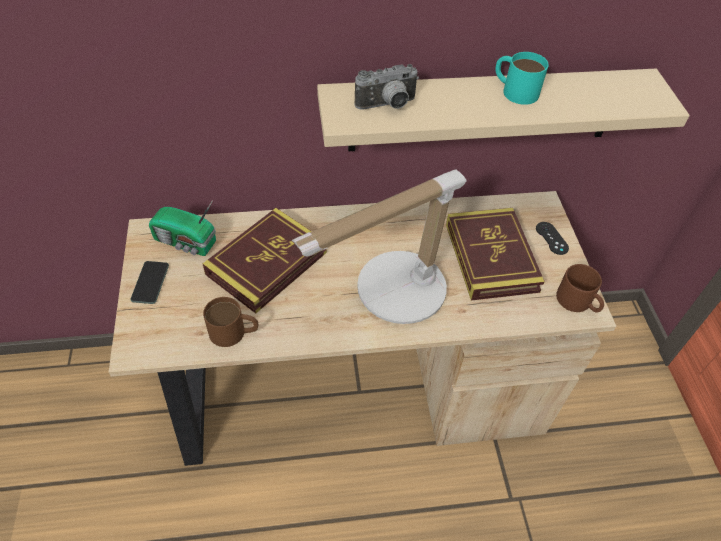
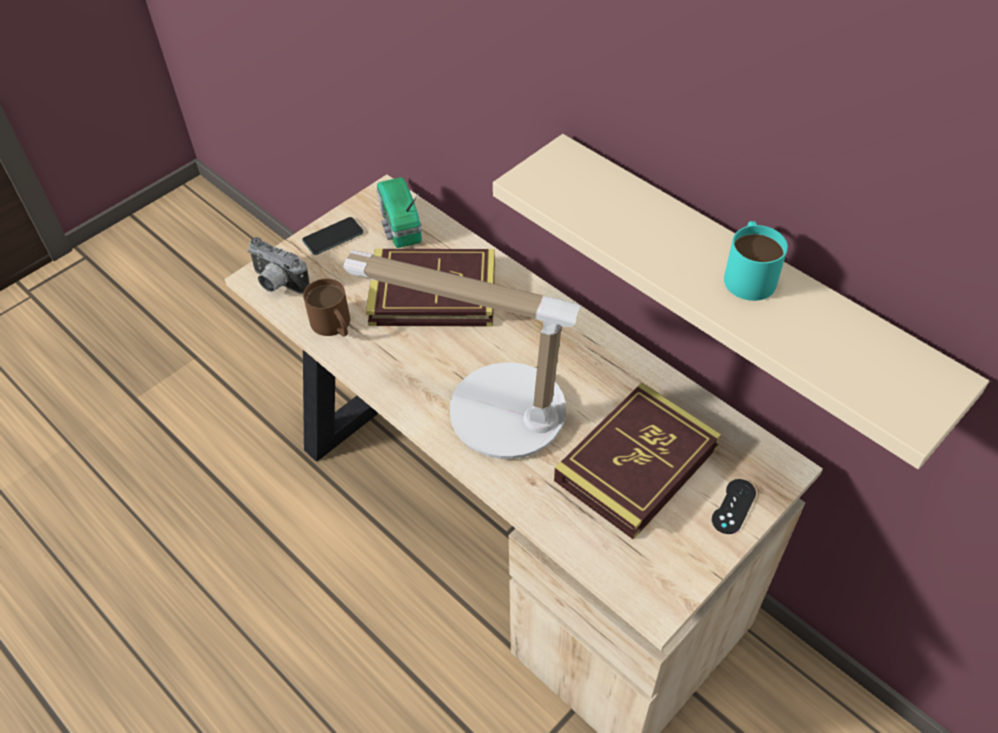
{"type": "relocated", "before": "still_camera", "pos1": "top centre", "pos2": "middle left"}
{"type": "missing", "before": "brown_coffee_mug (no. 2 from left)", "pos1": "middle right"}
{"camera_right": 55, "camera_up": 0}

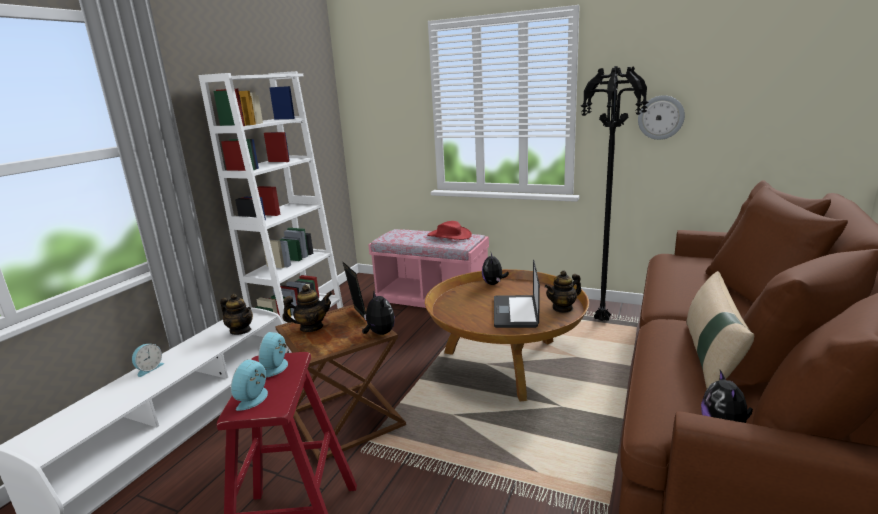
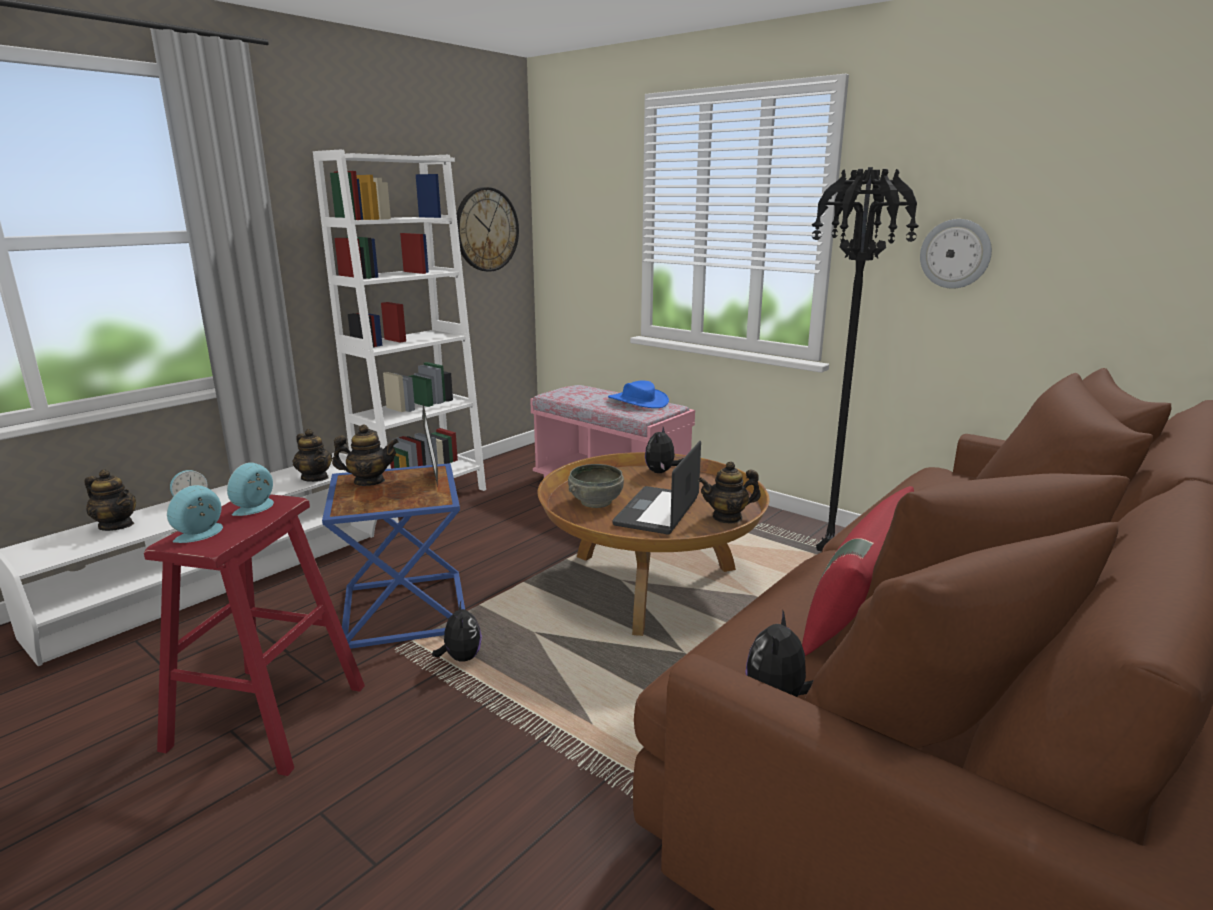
{"type": "appeared", "after": "tea_pot (no. 1 from left)", "pos2": "middle left"}
{"type": "colour", "before": "brown_accent_table", "after": "blue-coloured_accent_table", "pos1": "bottom centre", "pos2": "middle left"}
{"type": "relocated", "before": "cuddly_toy (no. 1 from left)", "pos1": "centre", "pos2": "bottom centre"}
{"type": "appeared", "after": "wall_clock (no. 1 from left)", "pos2": "top centre"}
{"type": "appeared", "after": "grey_bowl", "pos2": "centre"}
{"type": "colour", "before": "red-coloured_hat", "after": "blue-coloured_hat", "pos1": "centre", "pos2": "centre"}
{"type": "colour", "before": "sand-coloured_pillow", "after": "red-coloured_pillow", "pos1": "middle right", "pos2": "middle right"}
{"camera_right": 15, "camera_up": 0}

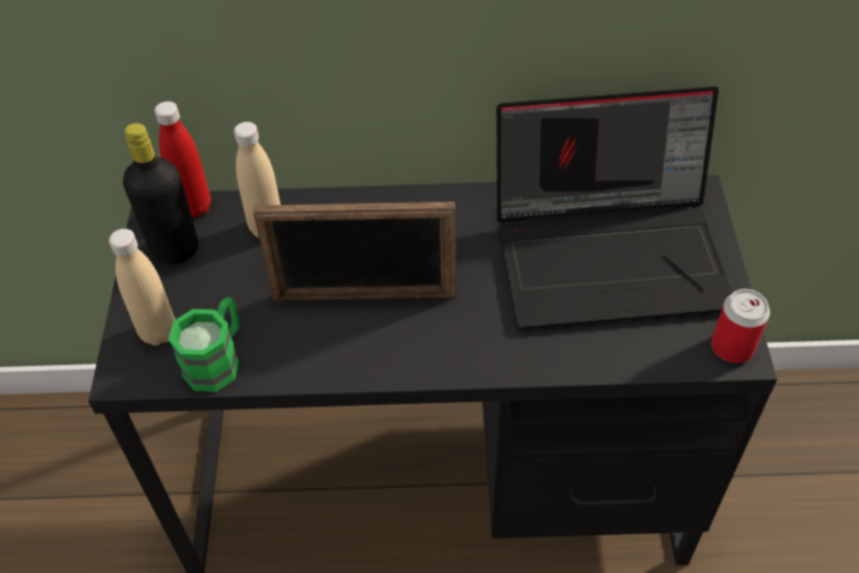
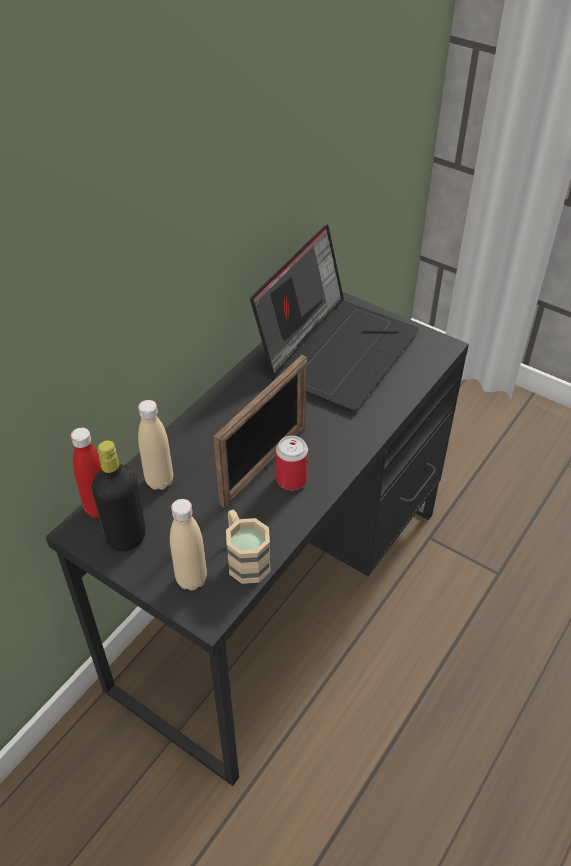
{"type": "colour", "before": "greenish_coffee_mug", "after": "sand-coloured_coffee_mug", "pos1": "middle left", "pos2": "centre"}
{"type": "relocated", "before": "can", "pos1": "middle right", "pos2": "centre"}
{"camera_right": -55, "camera_up": -5}

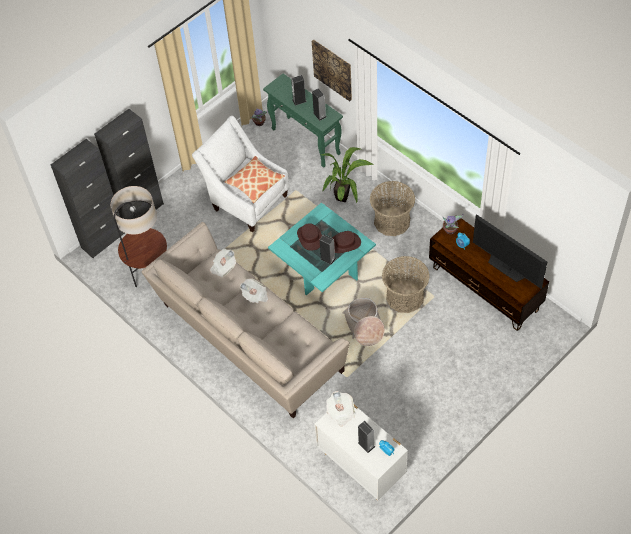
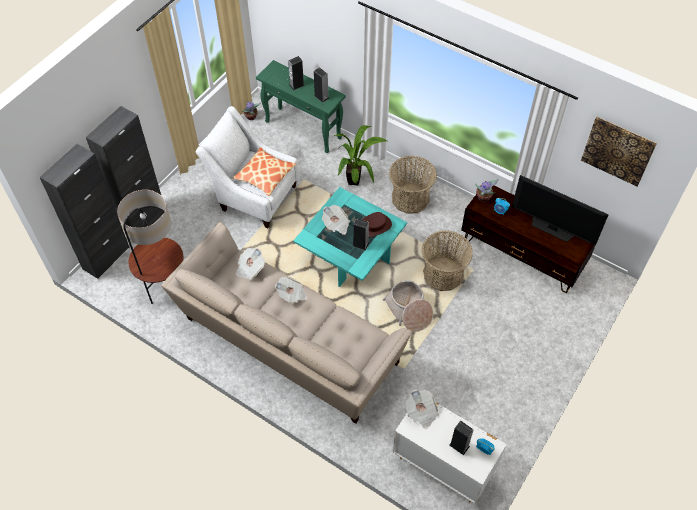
{"type": "exchanged", "before": "brown_hat (no. 1 from left)", "after": "daily_paper (no. 3 from left)", "pos1": "centre", "pos2": "centre"}
{"type": "relocated", "before": "wall_picture", "pos1": "top centre", "pos2": "top right"}
{"camera_right": -15, "camera_up": 0}

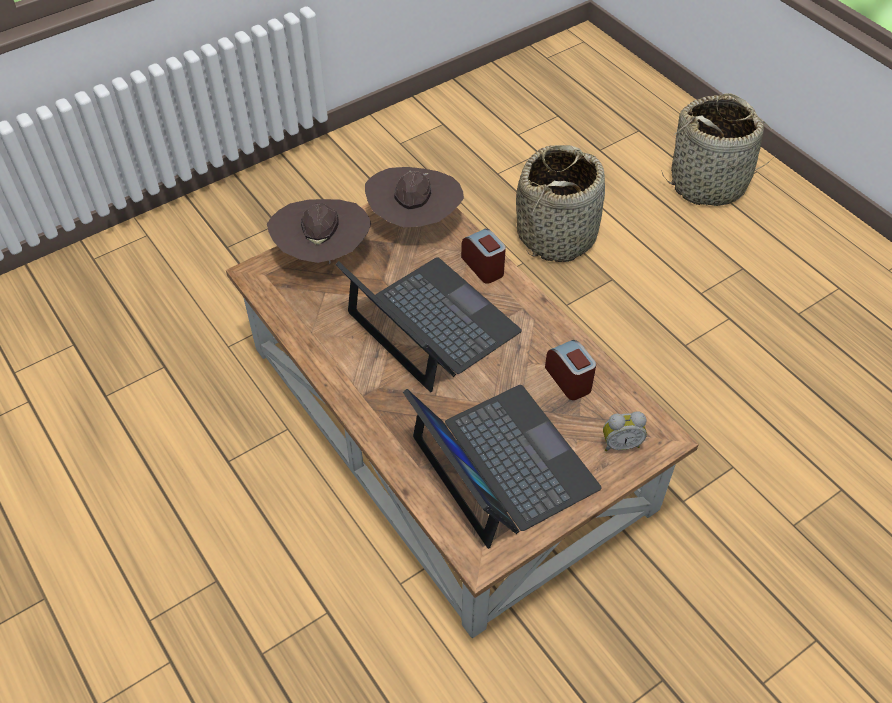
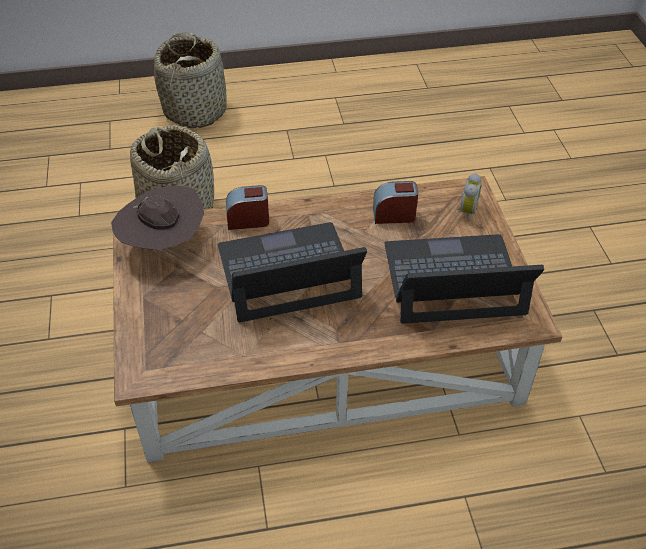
{"type": "missing", "before": "brown_hat (no. 1 from left)", "pos1": "top centre"}
{"camera_right": -65, "camera_up": -5}

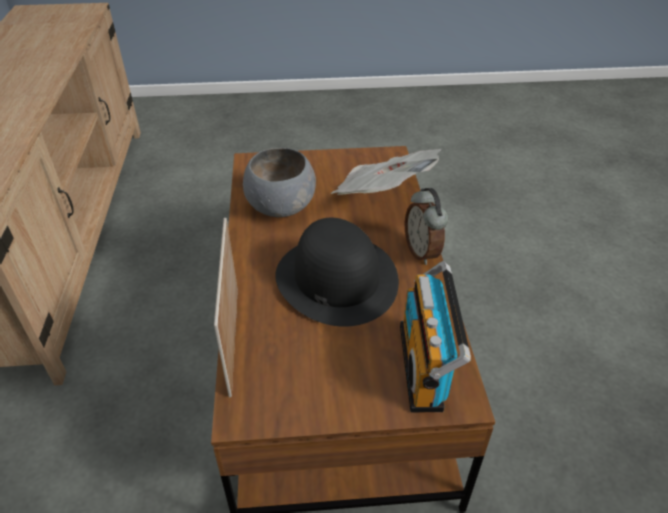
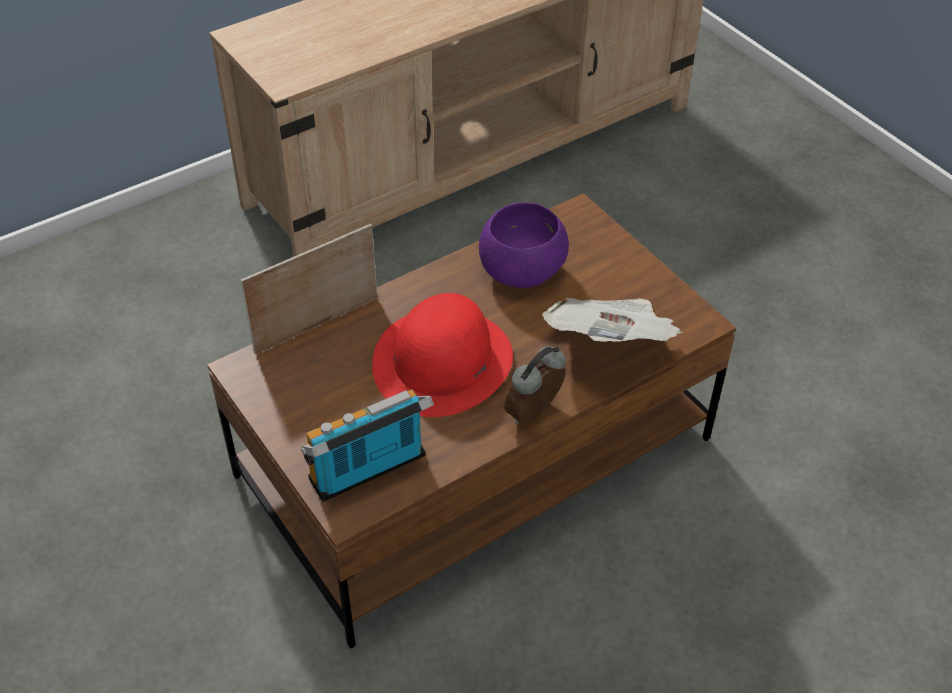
{"type": "colour", "before": "black_hat", "after": "red-coloured_hat", "pos1": "centre", "pos2": "centre"}
{"type": "colour", "before": "grey_bowl", "after": "purple_bowl", "pos1": "centre", "pos2": "centre"}
{"camera_right": 60, "camera_up": 5}

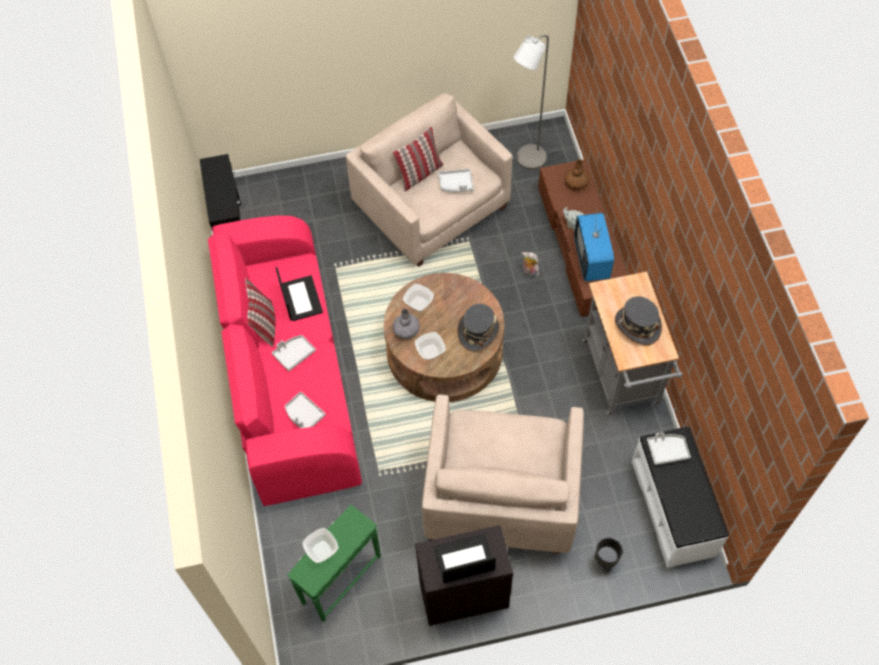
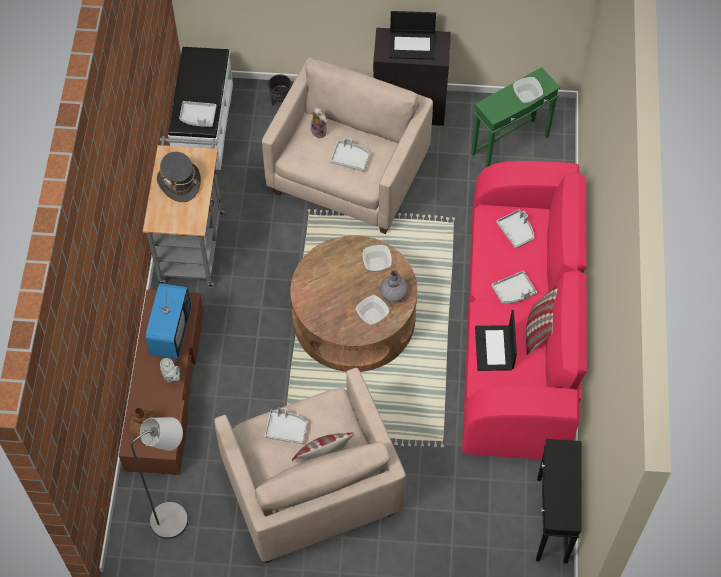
{"type": "relocated", "before": "cuddly_toy", "pos1": "centre", "pos2": "top centre"}
{"type": "appeared", "after": "grey_carrying_tray (no. 3 from left)", "pos2": "top centre"}
{"type": "missing", "before": "grey_hat (no. 1 from left)", "pos1": "centre"}
{"camera_right": -165, "camera_up": 0}

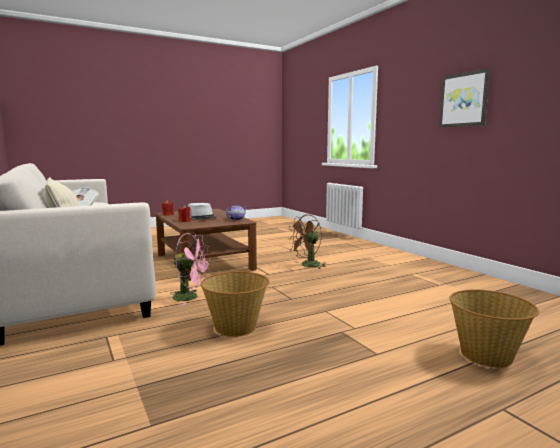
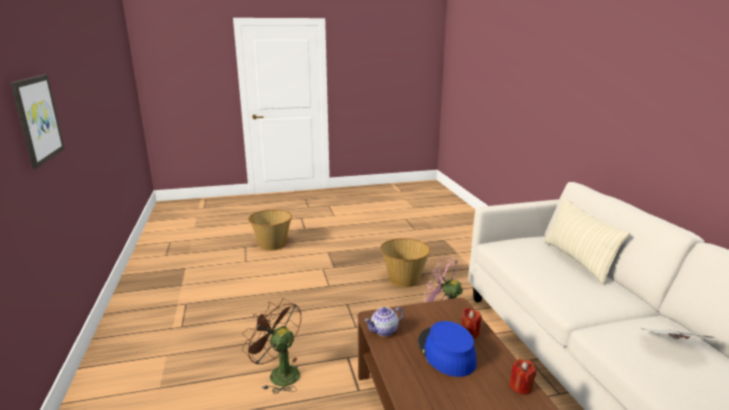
{"type": "spun", "before": "brown_cooling_fan", "pos1": "centre", "pos2": "bottom centre", "turn": -120}
{"type": "colour", "before": "grey_hat", "after": "blue-coloured_hat", "pos1": "centre", "pos2": "bottom centre"}
{"camera_right": -165, "camera_up": 10}

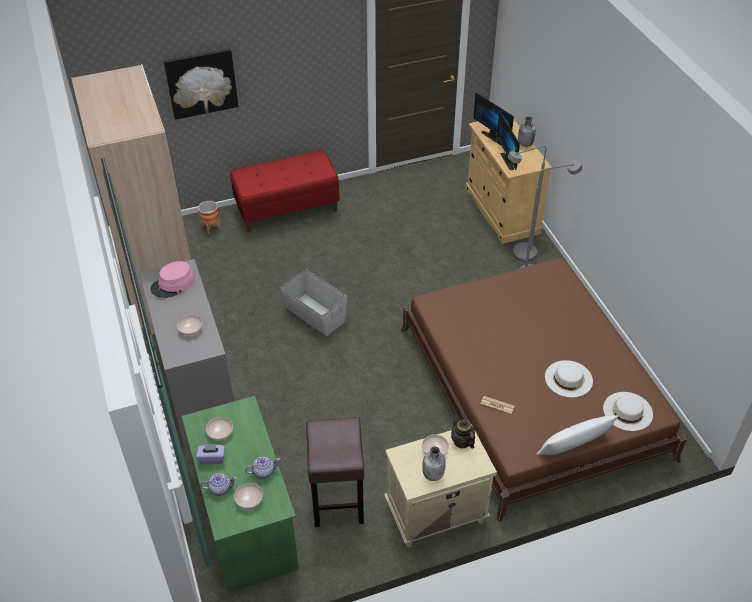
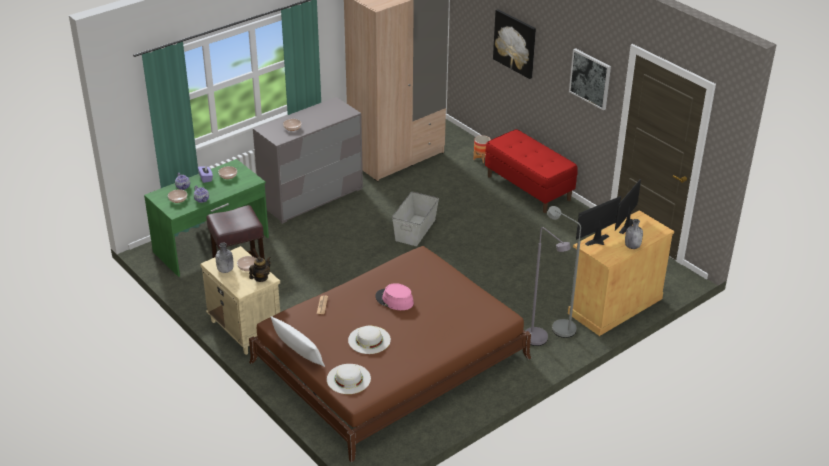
{"type": "relocated", "before": "pink-coloured_hat", "pos1": "middle left", "pos2": "centre"}
{"type": "appeared", "after": "wall_picture (no. 2 from left)", "pos2": "top right"}
{"camera_right": 70, "camera_up": -10}

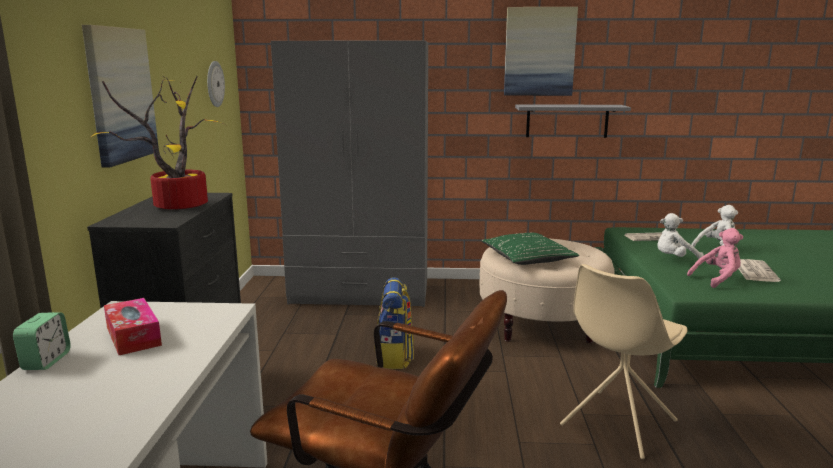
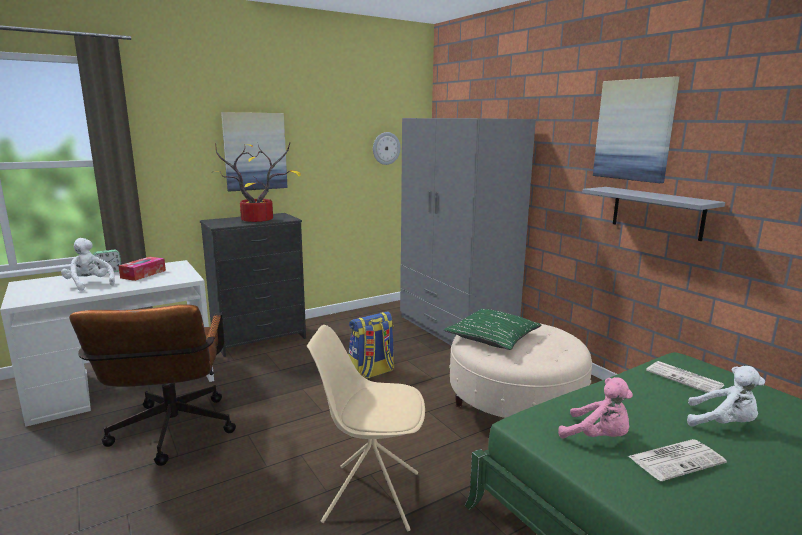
{"type": "relocated", "before": "whitish_cuddly_toy (no. 1 from left)", "pos1": "middle right", "pos2": "middle left"}
{"camera_right": 55, "camera_up": 0}

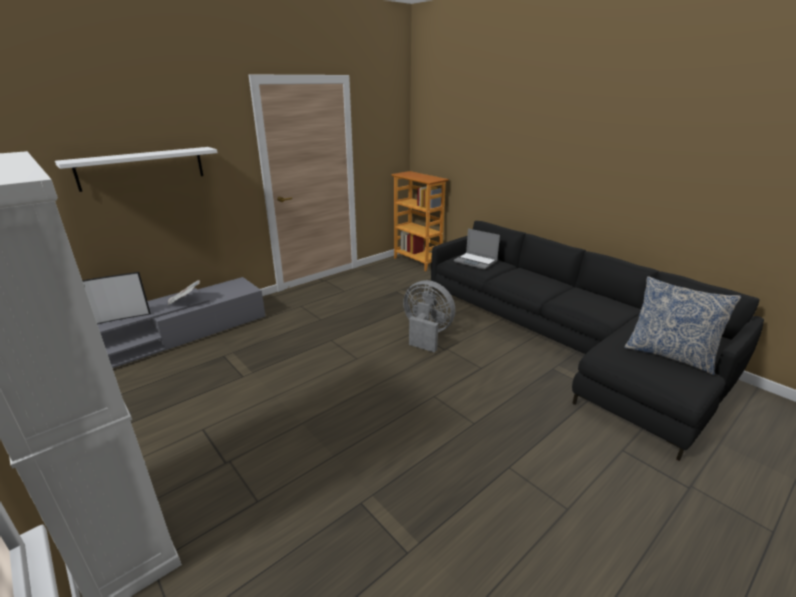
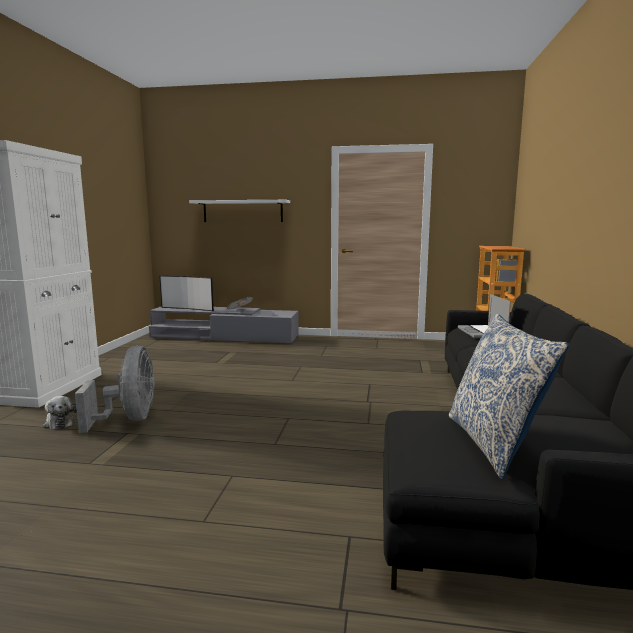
{"type": "appeared", "after": "cuddly_toy", "pos2": "middle left"}
{"type": "relocated", "before": "grey_cooling_fan", "pos1": "centre", "pos2": "middle left"}
{"camera_right": 50, "camera_up": -15}

